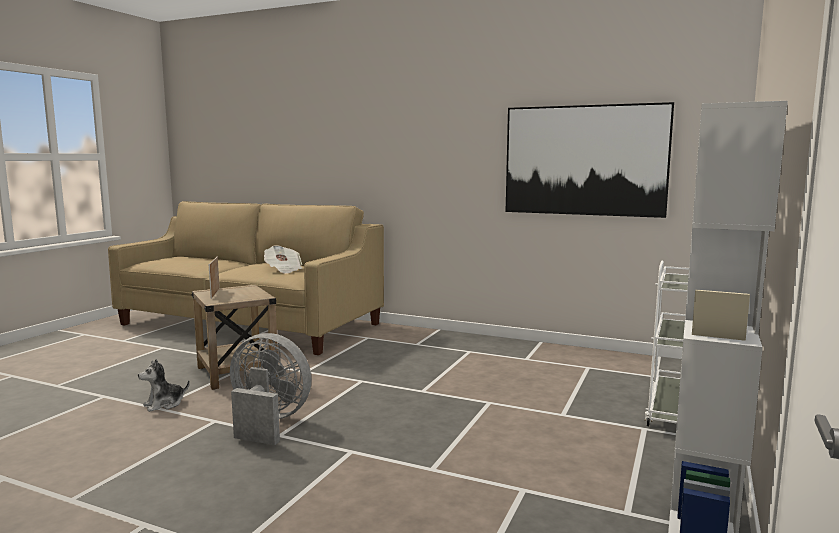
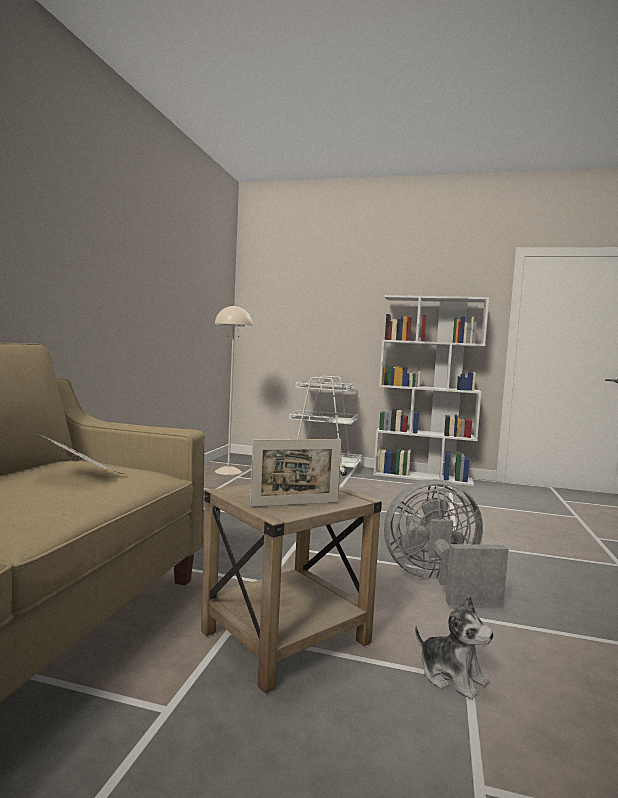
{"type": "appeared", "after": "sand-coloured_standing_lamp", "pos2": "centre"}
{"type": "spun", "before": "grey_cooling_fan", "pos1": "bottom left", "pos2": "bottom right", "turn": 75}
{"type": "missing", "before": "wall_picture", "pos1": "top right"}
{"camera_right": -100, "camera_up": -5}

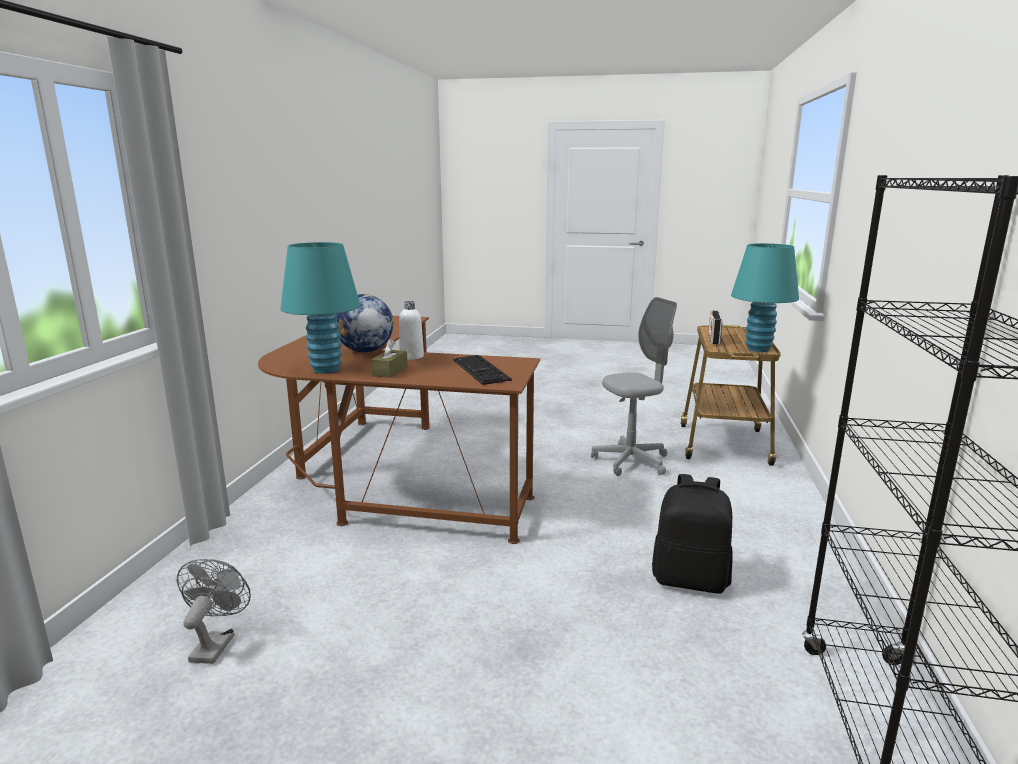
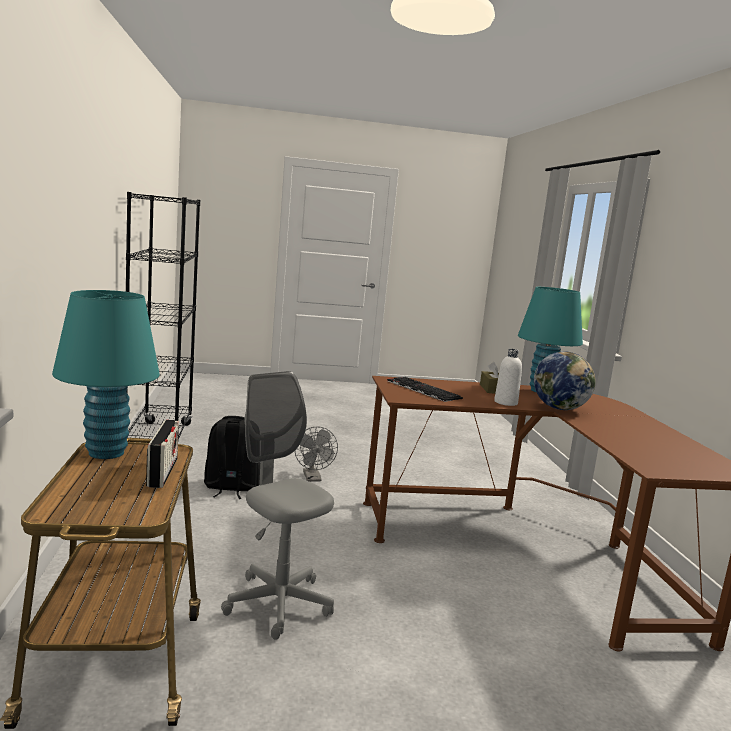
{"type": "spun", "before": "grey_computer_chair", "pos1": "centre", "pos2": "bottom centre", "turn": 90}
{"type": "relocated", "before": "grey_cooling_fan", "pos1": "bottom left", "pos2": "centre"}
{"camera_right": 160, "camera_up": -5}

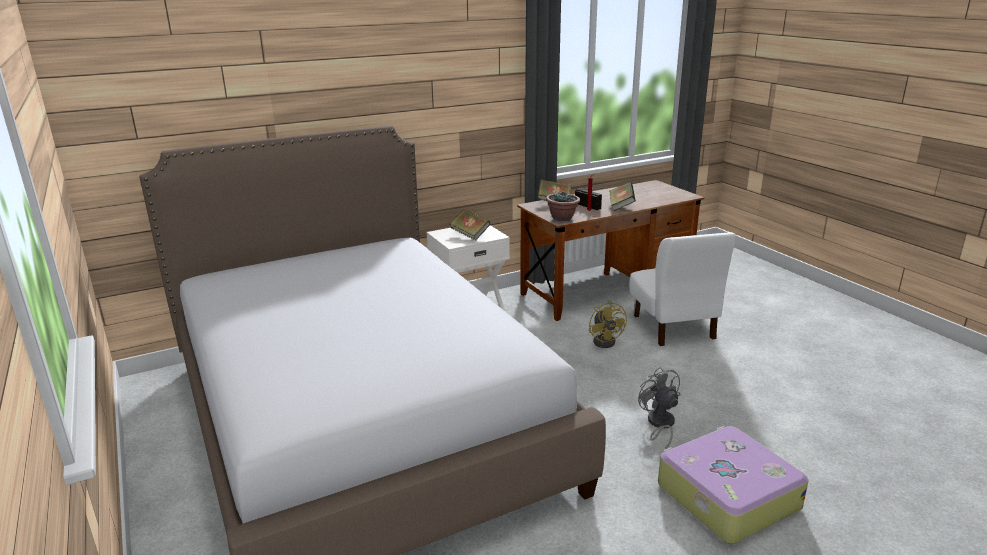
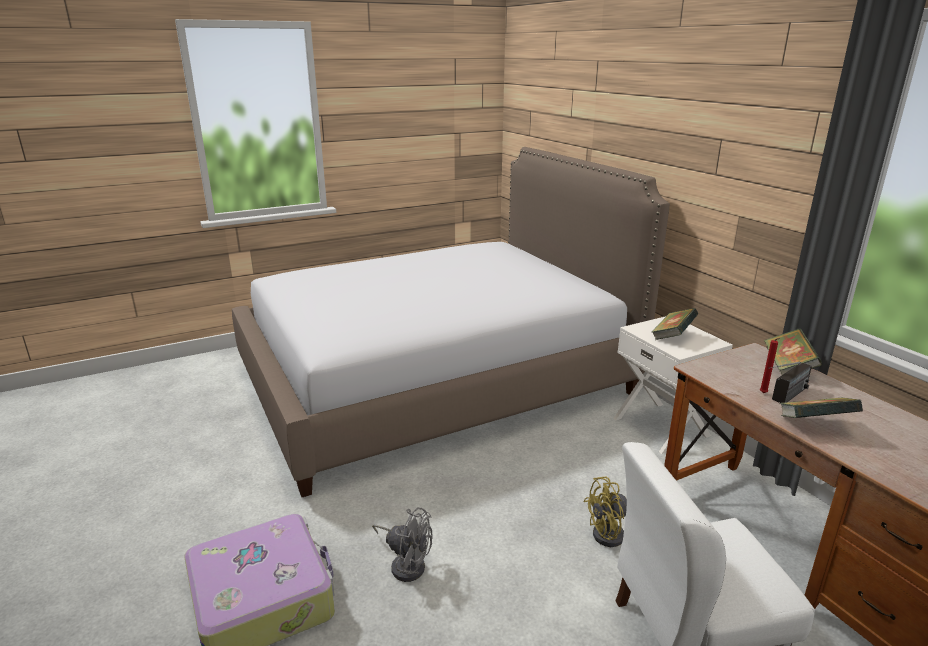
{"type": "spun", "before": "grey_cooling_fan", "pos1": "bottom right", "pos2": "bottom centre", "turn": 45}
{"type": "missing", "before": "houseplant", "pos1": "centre"}
{"camera_right": 90, "camera_up": 0}

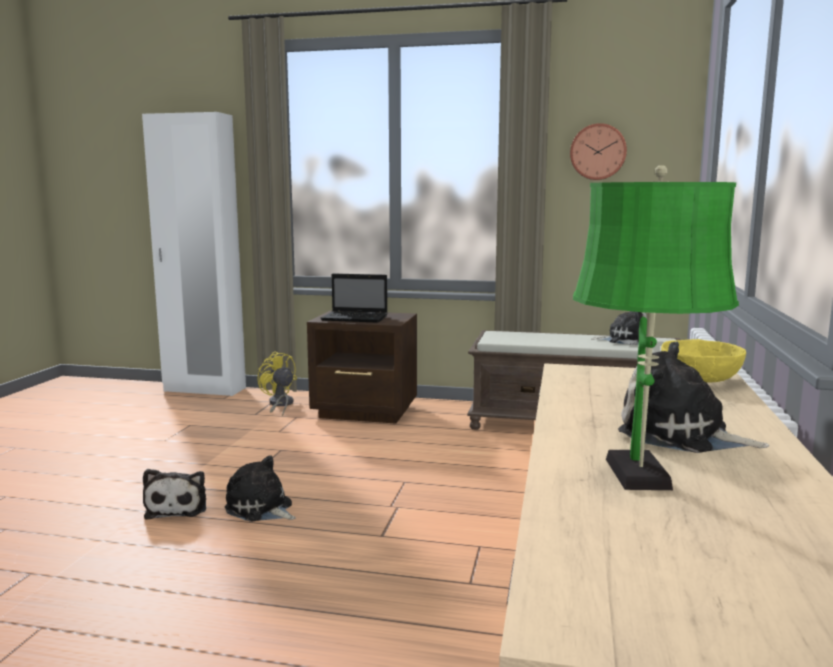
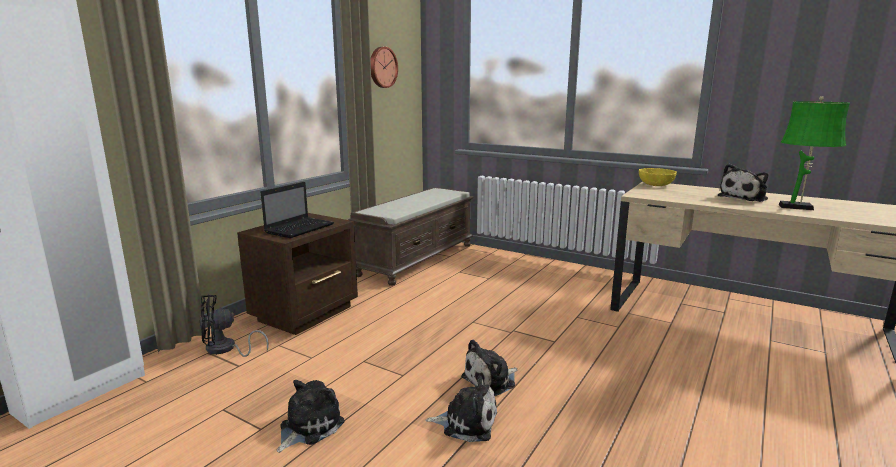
{"type": "colour", "before": "yellowish_cooling_fan", "after": "black_cooling_fan", "pos1": "middle left", "pos2": "bottom left"}
{"type": "relocated", "before": "cuddly_toy (no. 3 from left in the first image)", "after": "cuddly_toy (no. 1 from left)", "pos1": "middle right", "pos2": "bottom centre"}
{"camera_right": -70, "camera_up": 5}

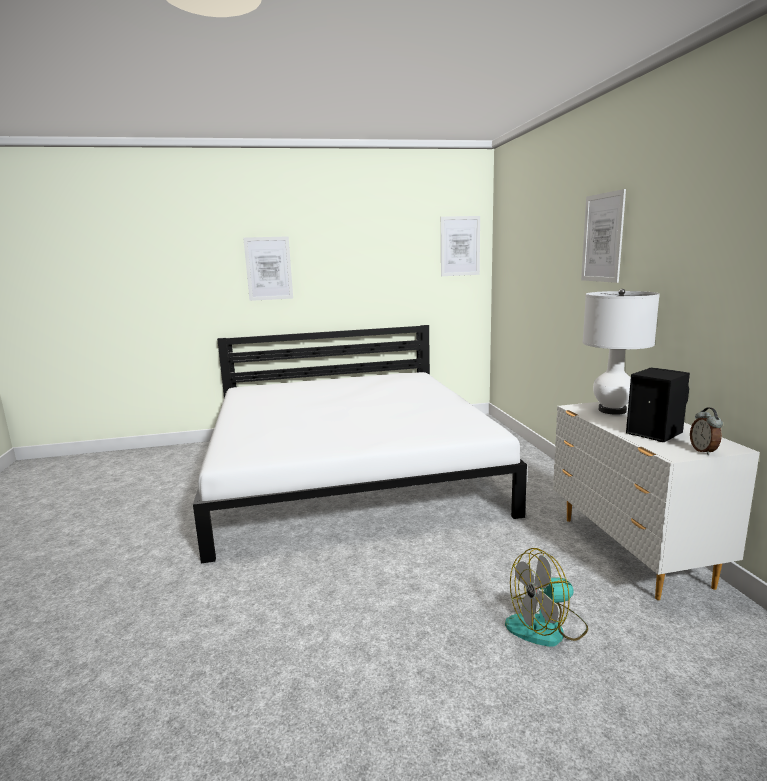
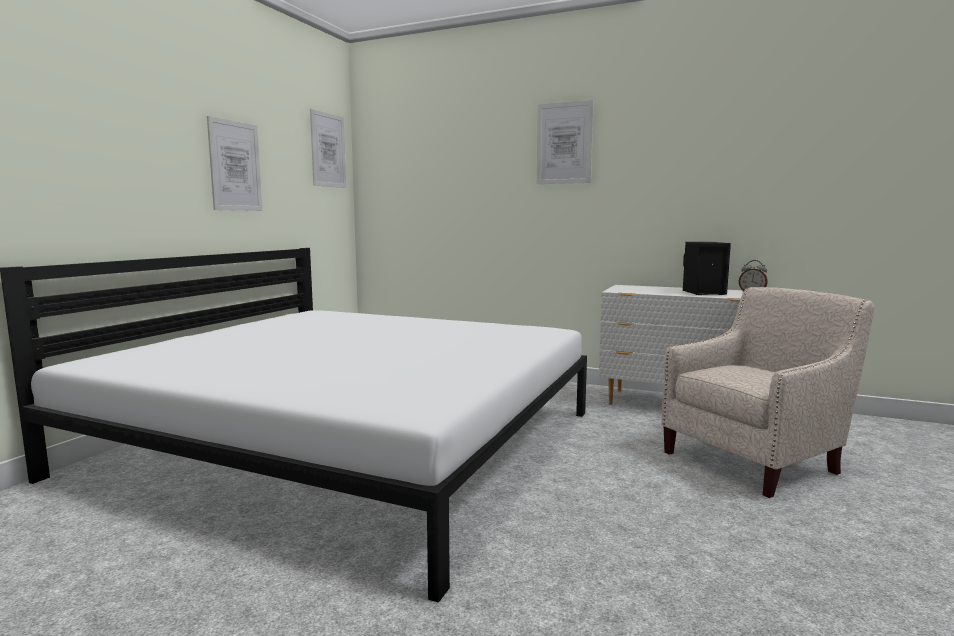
{"type": "relocated", "before": "wall_picture (no. 1 from left)", "pos1": "centre", "pos2": "top left"}
{"type": "exchanged", "before": "cooling_fan", "after": "sand-coloured_lounge_chair", "pos1": "bottom right", "pos2": "middle right"}
{"type": "missing", "before": "whitish_table_lamp", "pos1": "middle right"}
{"camera_right": -55, "camera_up": -5}

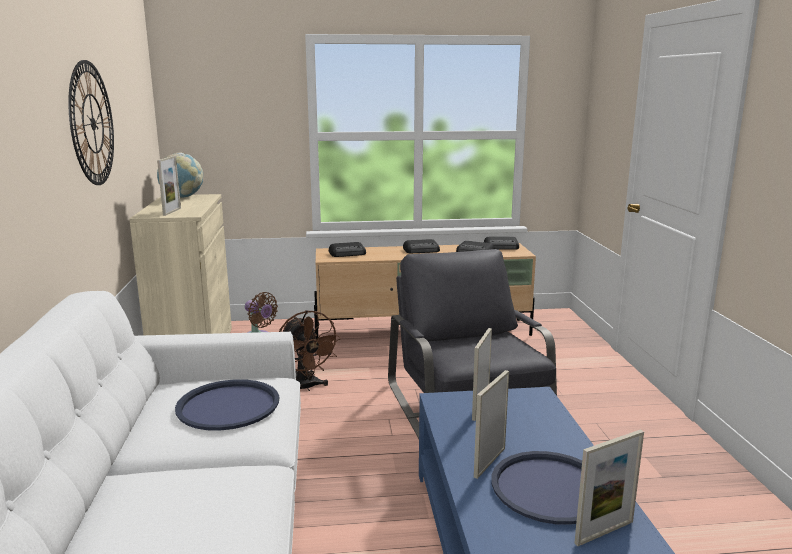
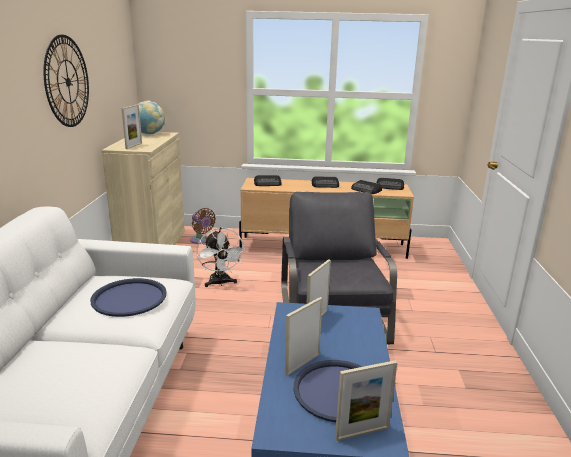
{"type": "colour", "before": "brown_cooling_fan (no. 2 from left)", "after": "whitish_cooling_fan", "pos1": "centre", "pos2": "centre"}
{"camera_right": 10, "camera_up": 5}

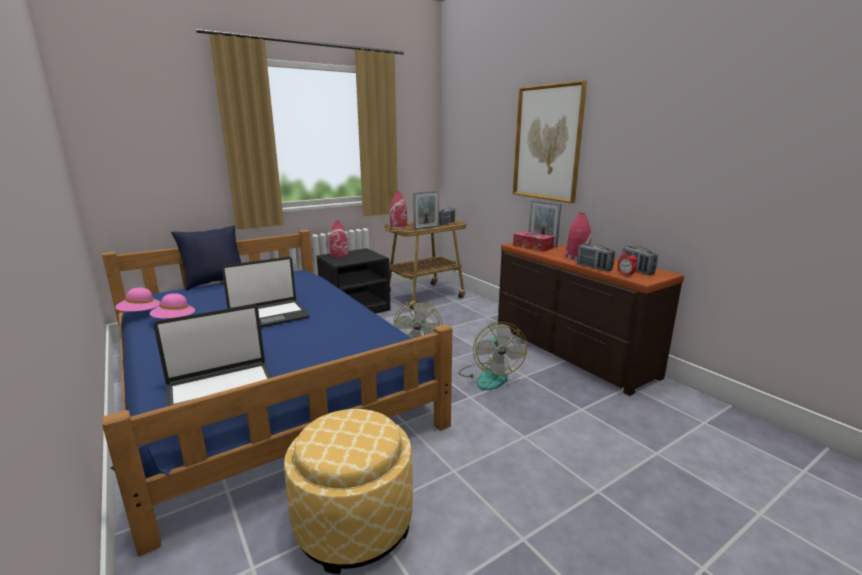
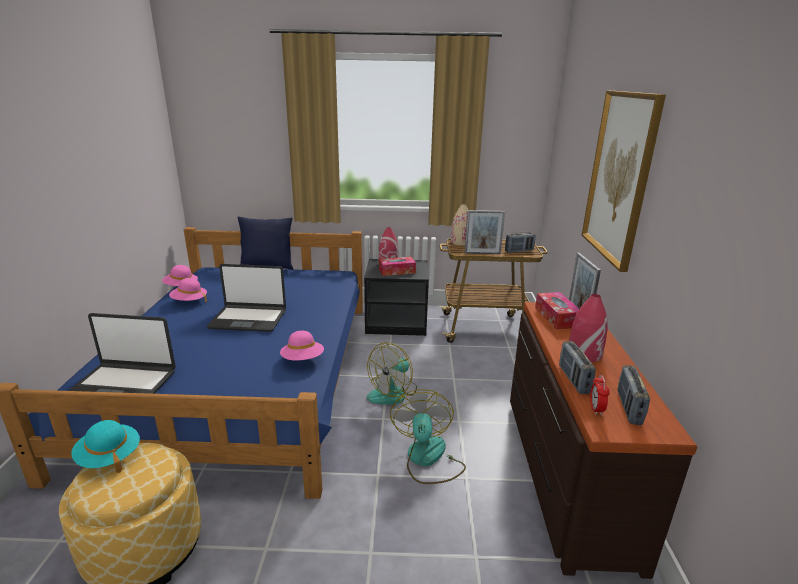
{"type": "appeared", "after": "turquoise-coloured_hat", "pos2": "bottom left"}
{"type": "appeared", "after": "pink-coloured_hat (no. 3 from left)", "pos2": "centre"}
{"type": "appeared", "after": "tissue_box (no. 1 from left)", "pos2": "centre"}
{"type": "spun", "before": "cooling_fan (no. 2 from left)", "pos1": "centre", "pos2": "bottom centre", "turn": 150}
{"type": "colour", "before": "red-coloured_vase (no. 2 from left)", "after": "sand-coloured_vase", "pos1": "centre", "pos2": "centre"}
{"camera_right": 35, "camera_up": 5}

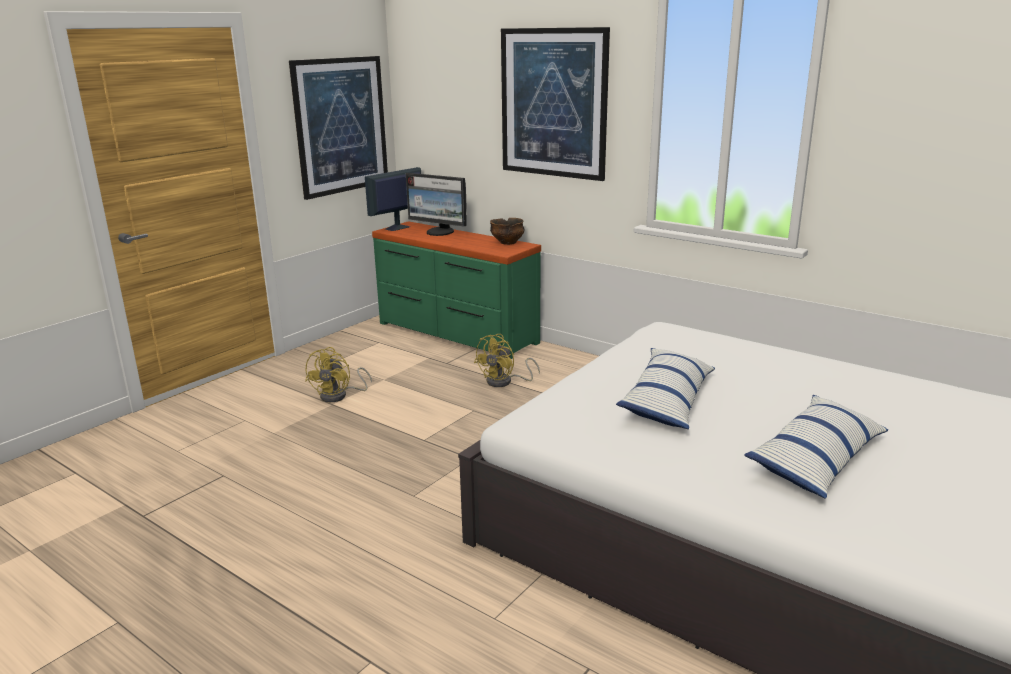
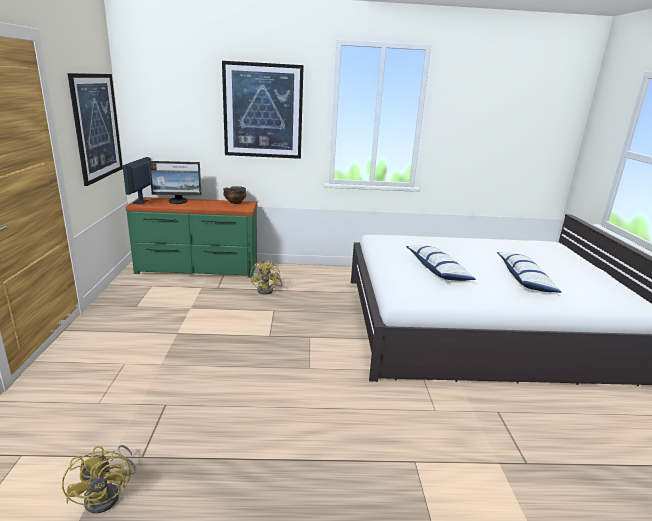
{"type": "relocated", "before": "yellowish_cooling_fan (no. 1 from left)", "pos1": "centre", "pos2": "bottom left"}
{"camera_right": -40, "camera_up": 0}

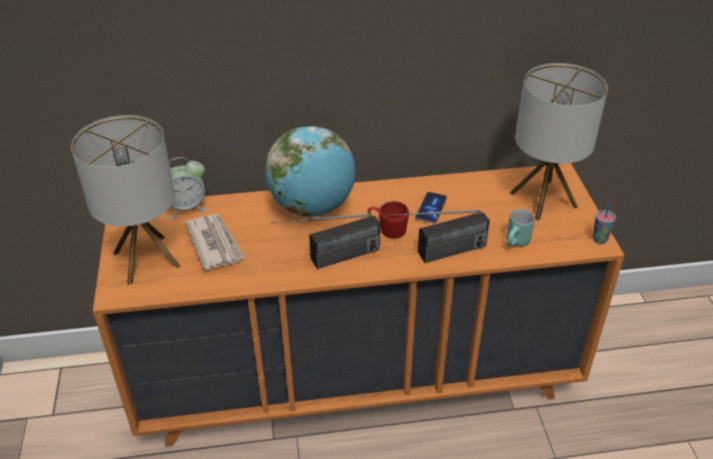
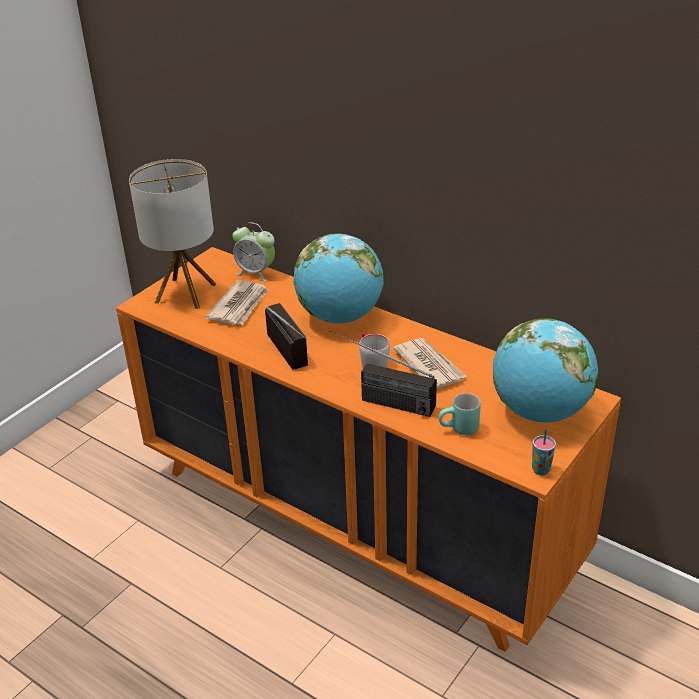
{"type": "spun", "before": "radio (no. 1 from left)", "pos1": "centre", "pos2": "centre", "turn": -135}
{"type": "colour", "before": "red-coloured_coffee_mug", "after": "grey_coffee_mug", "pos1": "centre", "pos2": "centre"}
{"type": "exchanged", "before": "telephone", "after": "daily_paper (no. 2 from left)", "pos1": "centre", "pos2": "centre"}
{"type": "exchanged", "before": "table_lamp (no. 2 from left)", "after": "world_globe (no. 2 from left)", "pos1": "top right", "pos2": "middle right"}
{"camera_right": 45, "camera_up": -5}

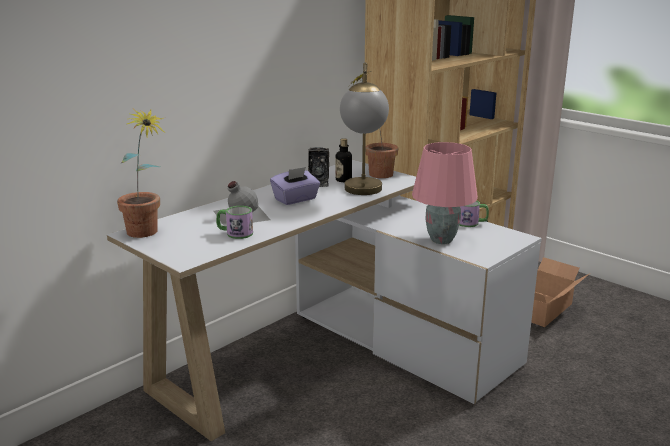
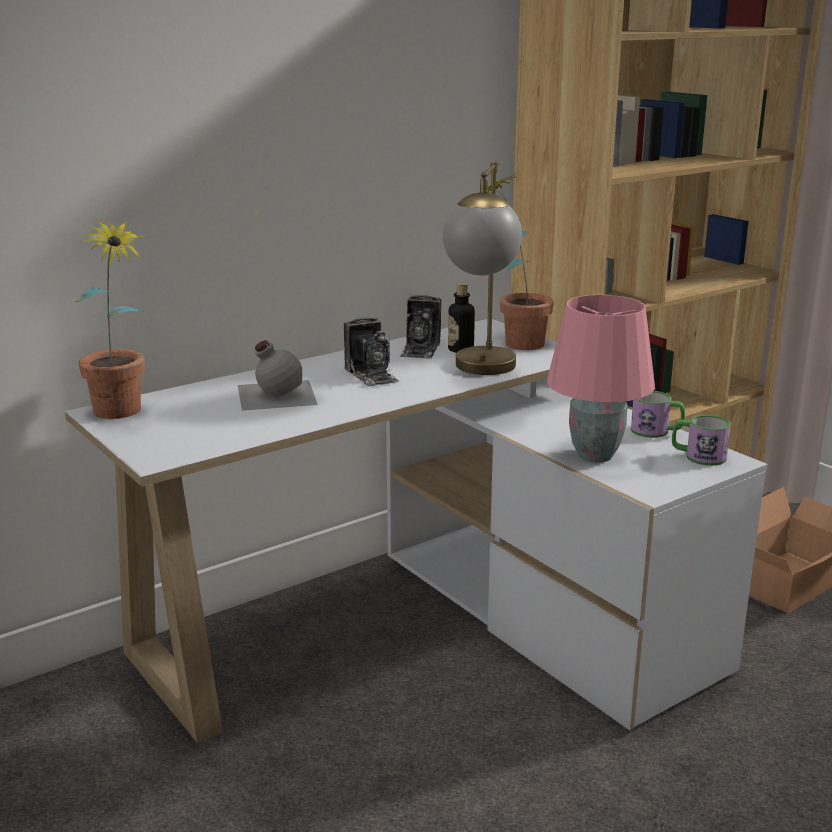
{"type": "exchanged", "before": "purple_tissue_box", "after": "still_camera (no. 1 from left)", "pos1": "centre", "pos2": "centre"}
{"type": "relocated", "before": "coffee_mug (no. 1 from left in the first image)", "after": "coffee_mug (no. 2 from left)", "pos1": "centre", "pos2": "middle right"}
{"camera_right": 10, "camera_up": 0}

